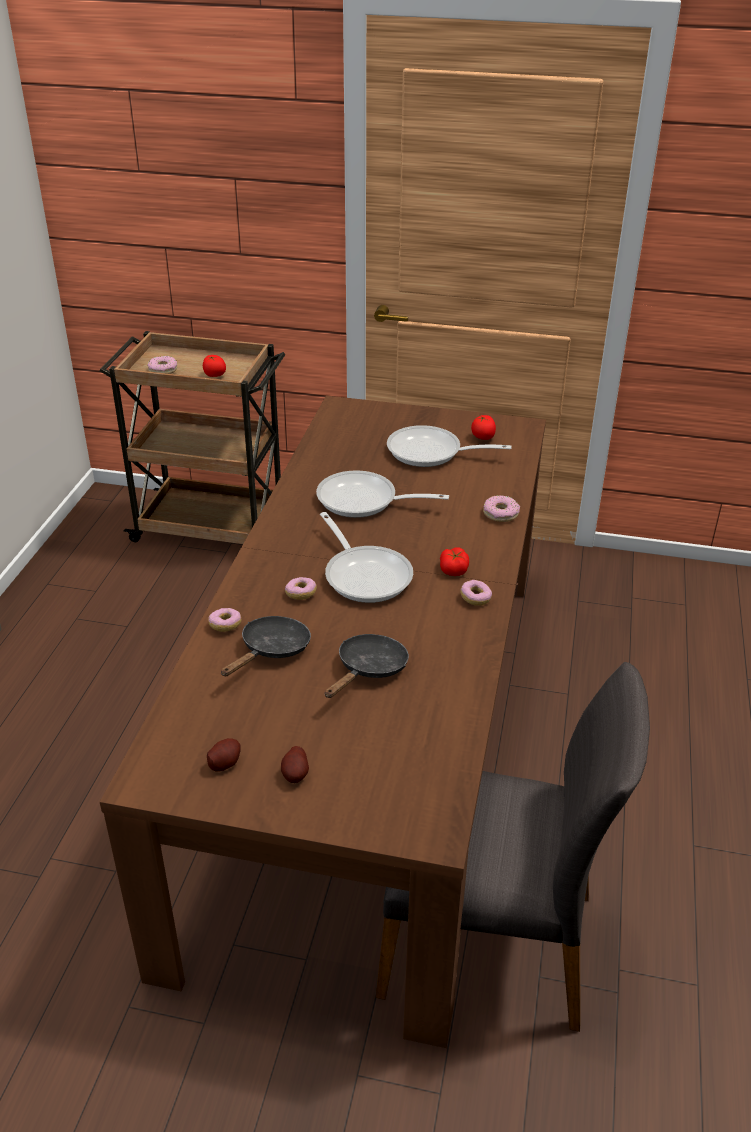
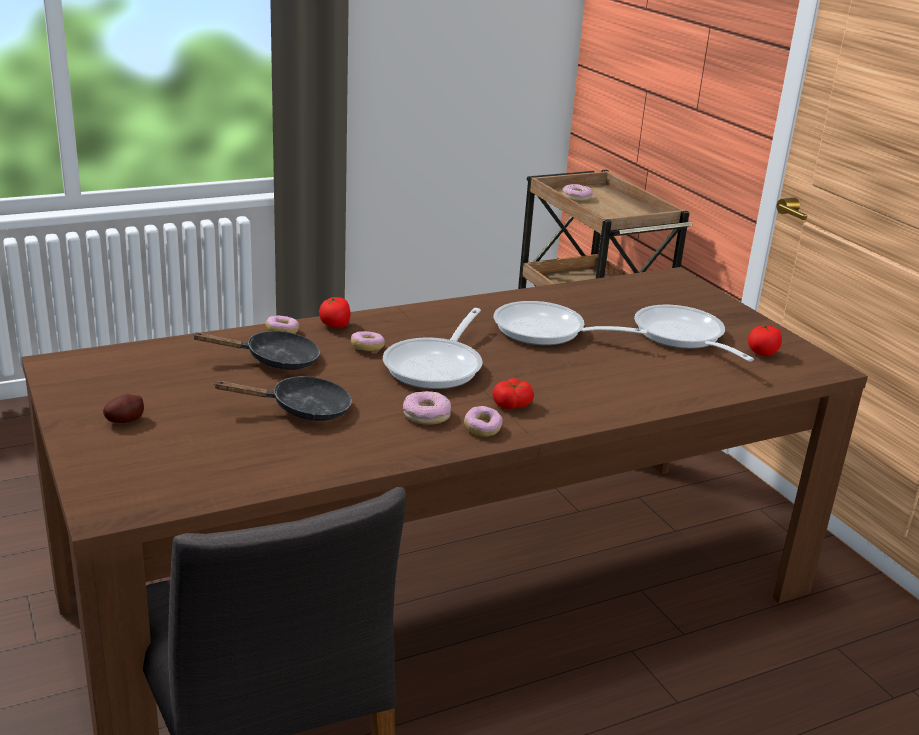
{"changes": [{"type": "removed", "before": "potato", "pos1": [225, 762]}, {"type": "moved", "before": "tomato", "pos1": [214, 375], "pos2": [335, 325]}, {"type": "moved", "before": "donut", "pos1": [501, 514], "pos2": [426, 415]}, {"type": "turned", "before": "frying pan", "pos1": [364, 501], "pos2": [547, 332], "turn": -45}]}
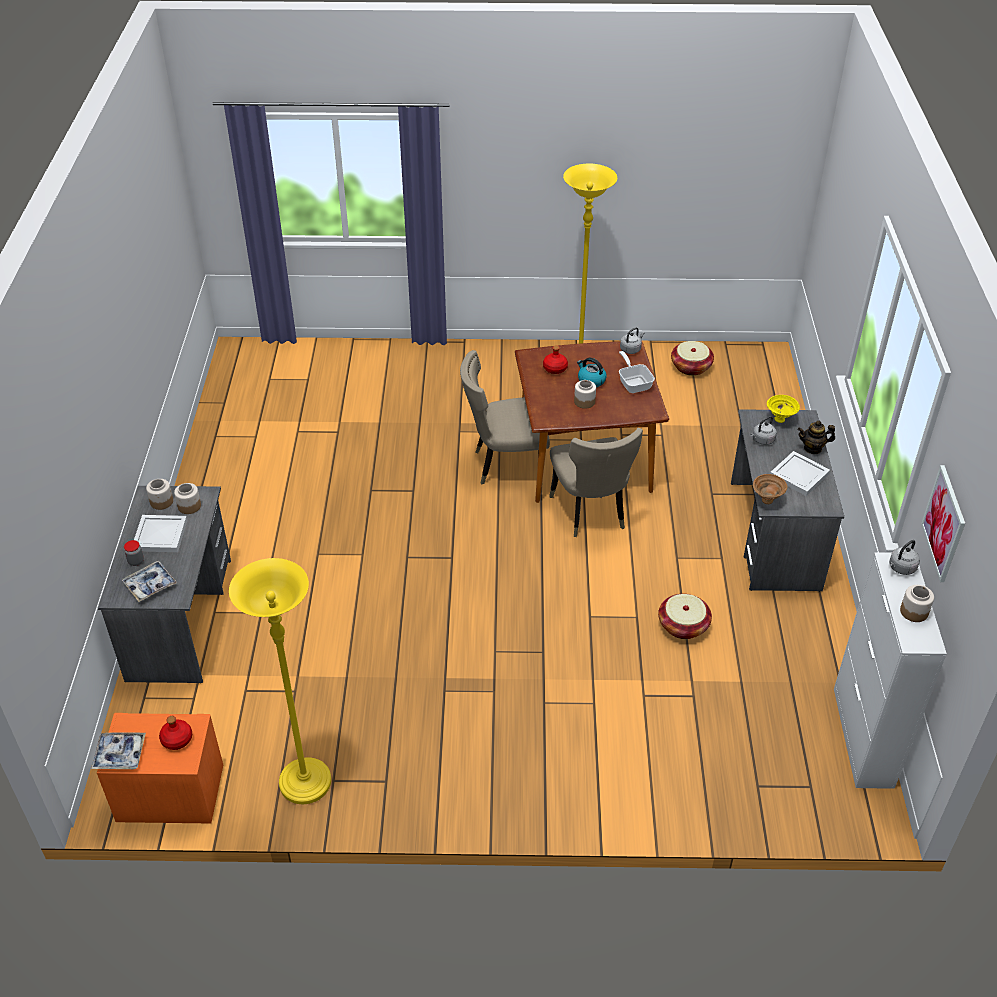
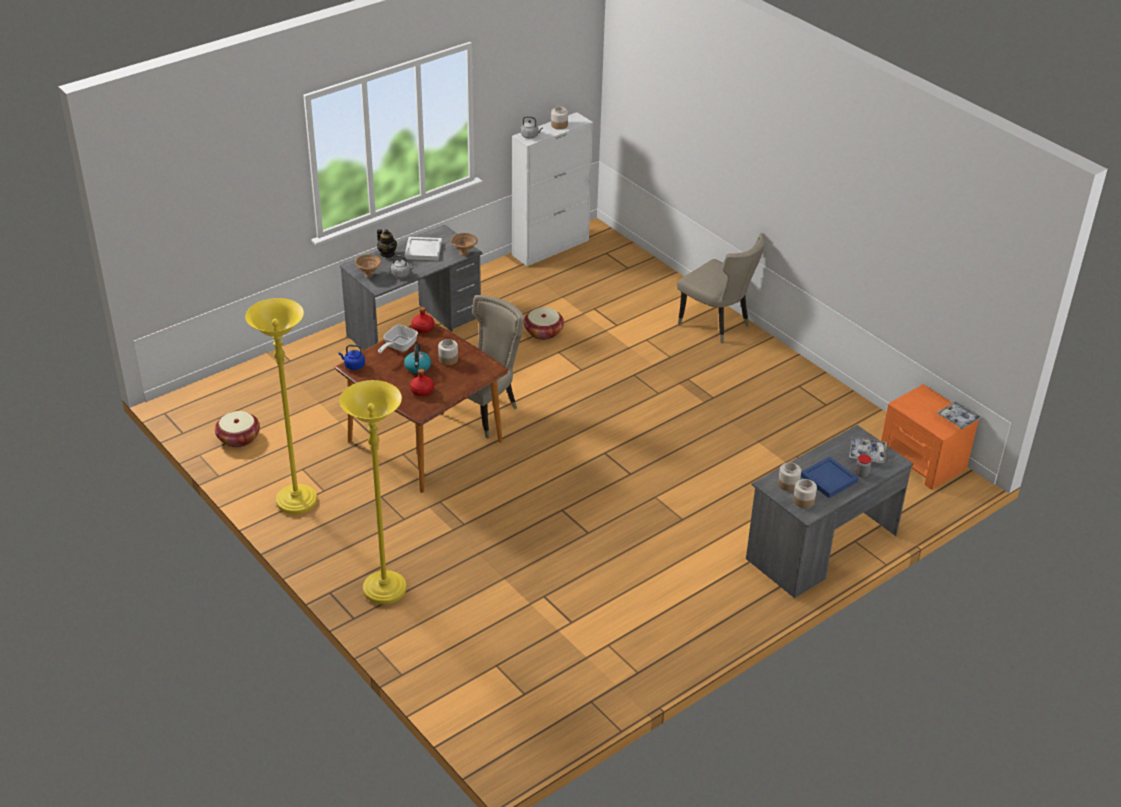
{"changes": [{"type": "removed", "before": "picture", "pos1": [944, 523]}, {"type": "moved", "before": "bottle/red", "pos1": [177, 740], "pos2": [423, 328]}, {"type": "moved", "before": "floor lamp/yellow", "pos1": [305, 783], "pos2": [385, 590]}, {"type": "moved", "before": "chair/beige", "pos1": [505, 465], "pos2": [717, 325]}, {"type": "recoloured", "before": "tray/white", "after": "tray/blue", "pos1": [159, 536], "pos2": [829, 479]}, {"type": "recoloured", "before": "kettle/grey", "after": "kettle/blue", "pos1": [631, 349], "pos2": [353, 365]}, {"type": "recoloured", "before": "bowl/yellow", "after": "bowl/brown", "pos1": [780, 420], "pos2": [368, 275]}]}
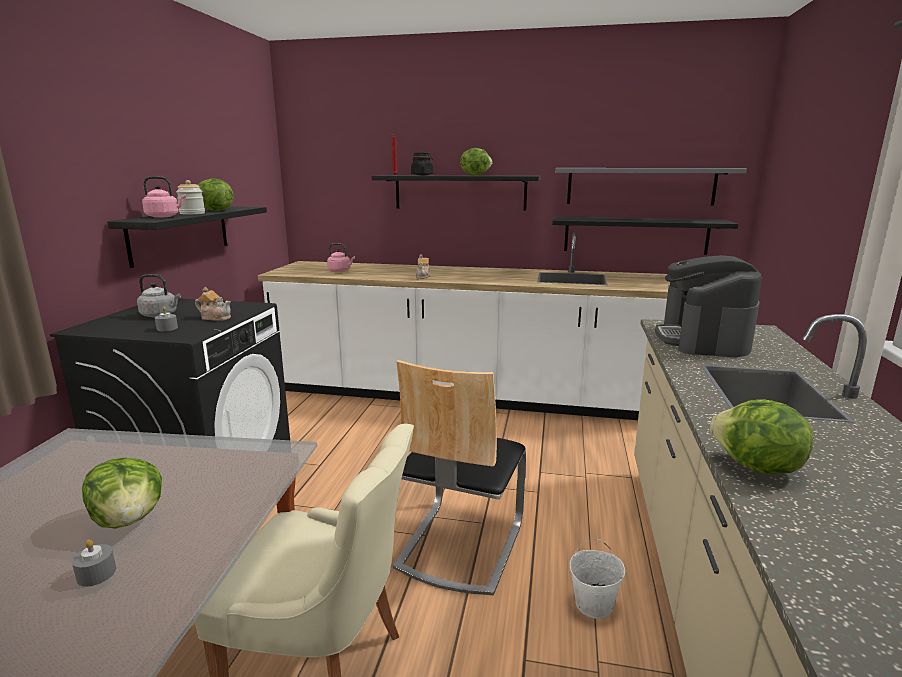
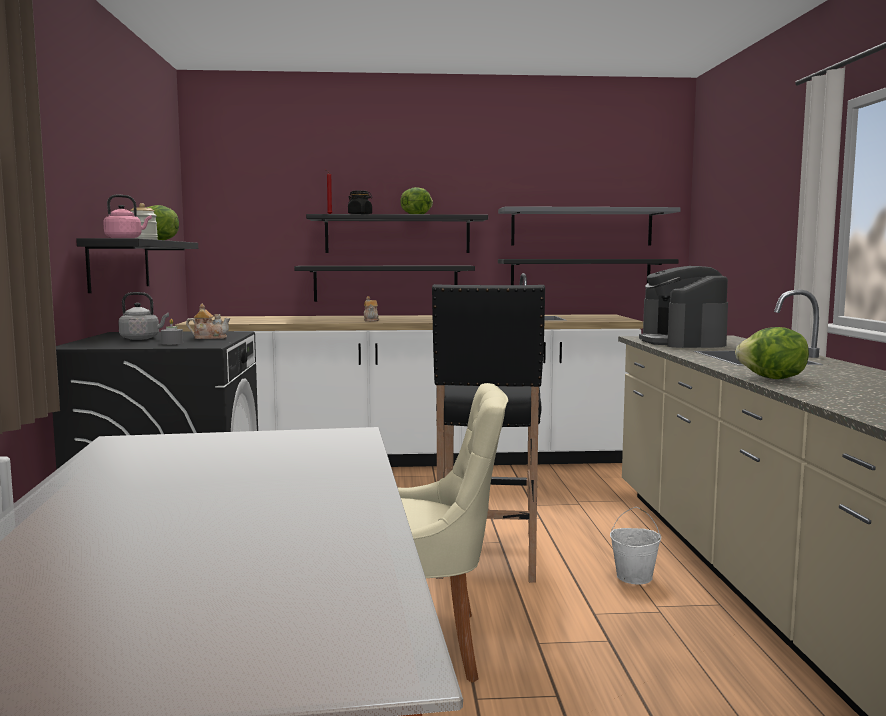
{"changes": [{"type": "removed", "before": "candle/grey", "pos1": [96, 574]}, {"type": "removed", "before": "lettuce", "pos1": [129, 519]}, {"type": "removed", "before": "kettle/pink", "pos1": [340, 270]}, {"type": "added", "after": "shelf/black", "pos2": [386, 283]}, {"type": "replaced", "before": "chair", "after": "stool/black", "pos1": [460, 544], "pos2": [487, 557]}]}
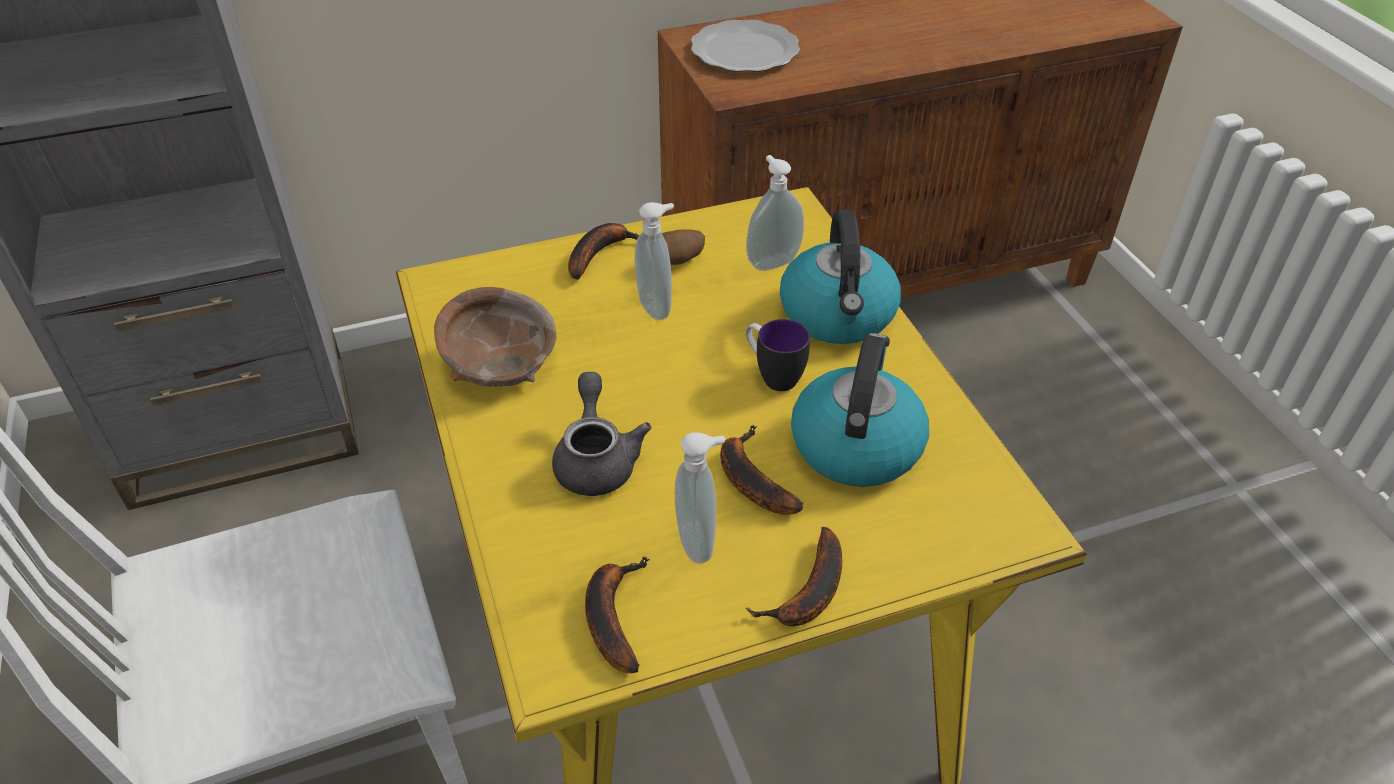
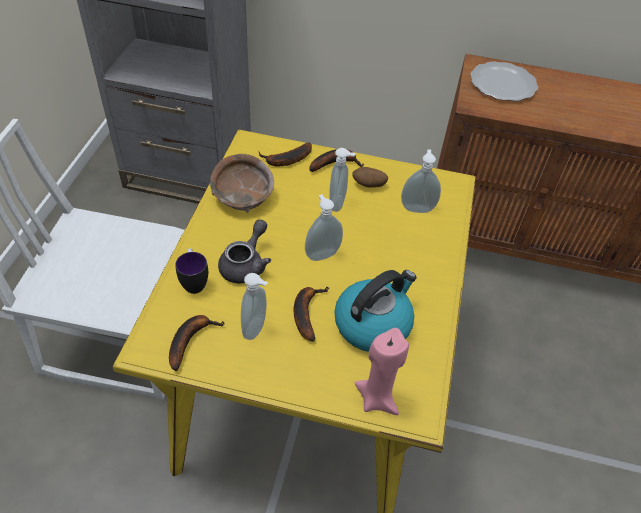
{"changes": [{"type": "removed", "before": "kettle", "pos1": [838, 315]}, {"type": "added", "after": "soap dispenser", "pos2": [321, 253]}, {"type": "added", "after": "candle/pink", "pos2": [377, 398]}, {"type": "moved", "before": "mug", "pos1": [772, 376], "pos2": [194, 281]}, {"type": "moved", "before": "banana", "pos1": [808, 594], "pos2": [286, 160]}]}
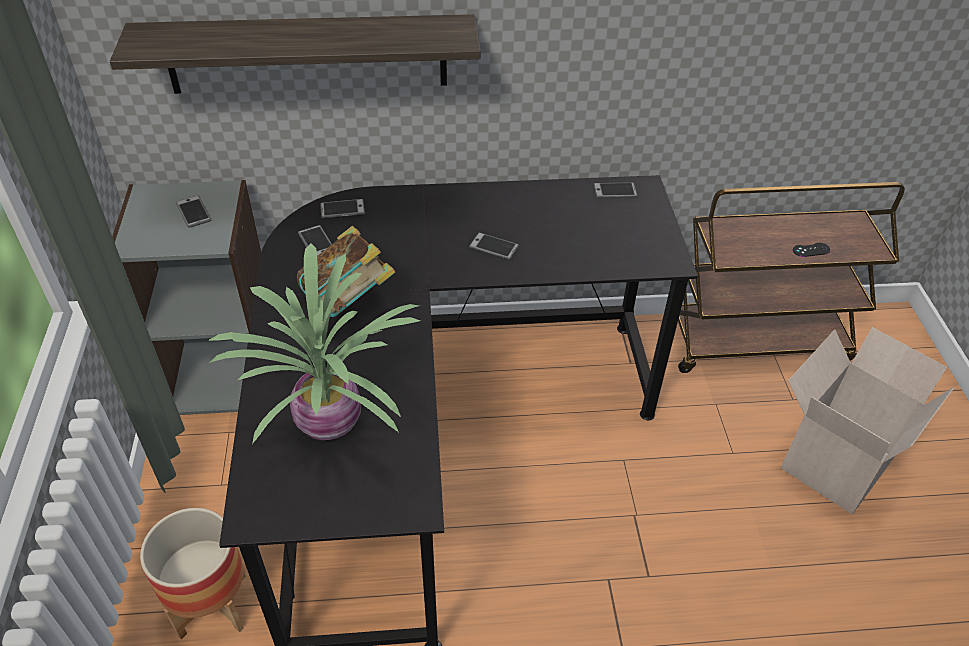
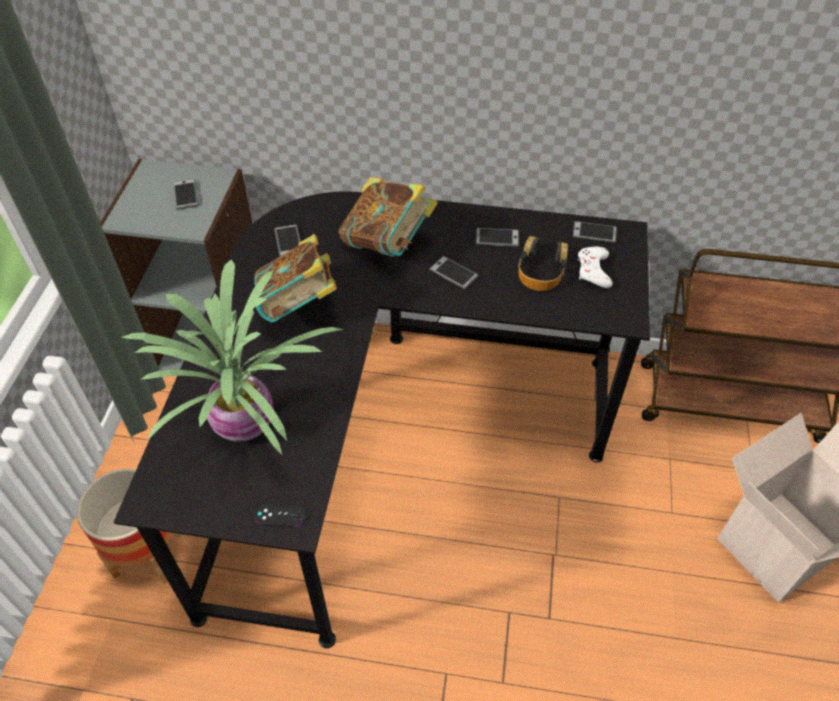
{"changes": [{"type": "removed", "before": "shelf", "pos1": [307, 54]}, {"type": "added", "after": "book", "pos2": [388, 243]}, {"type": "added", "after": "headphones", "pos2": [541, 270]}, {"type": "added", "after": "game controller/white", "pos2": [593, 270]}, {"type": "moved", "before": "phone", "pos1": [342, 209], "pos2": [497, 238]}, {"type": "moved", "before": "game controller/black", "pos1": [811, 250], "pos2": [280, 515]}]}
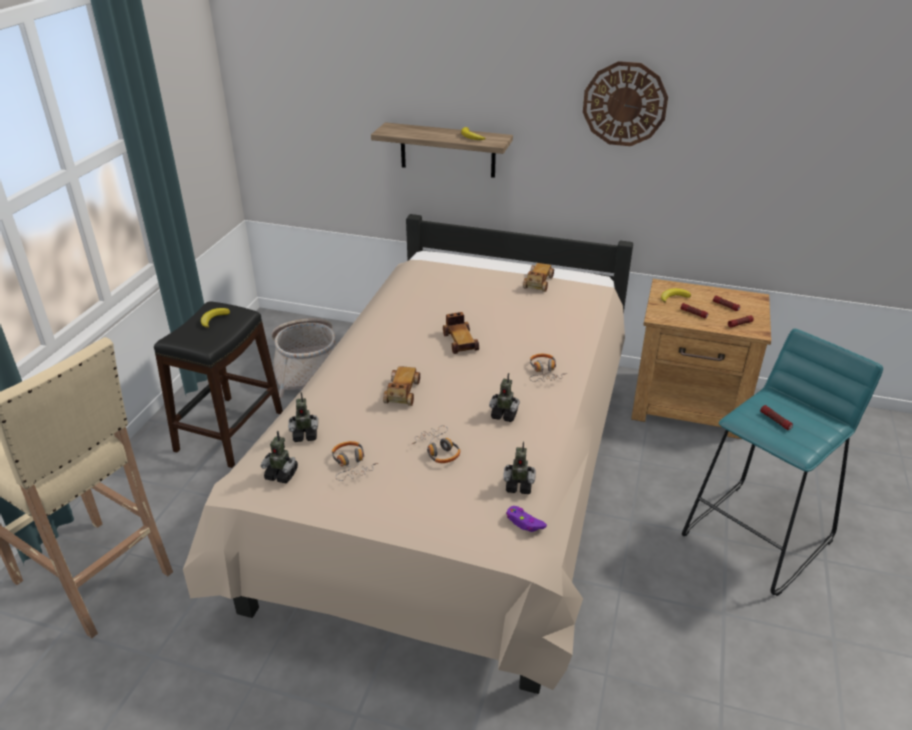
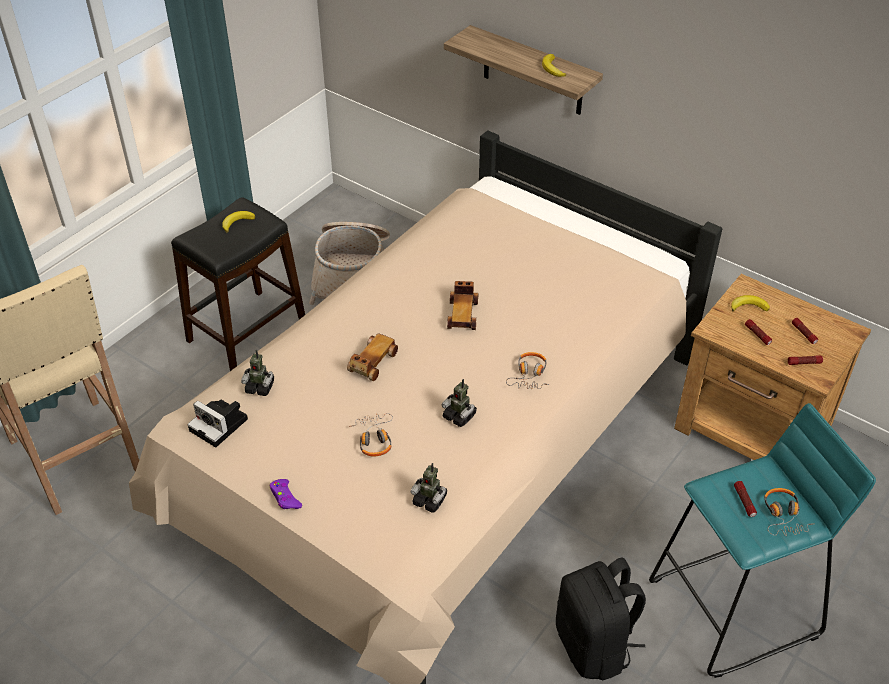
{"changes": [{"type": "removed", "before": "toy car", "pos1": [538, 283]}, {"type": "removed", "before": "wall clock", "pos1": [624, 104]}, {"type": "added", "after": "backpack/black", "pos2": [594, 646]}, {"type": "moved", "before": "headphones", "pos1": [352, 465], "pos2": [783, 516]}, {"type": "moved", "before": "game controller/purple", "pos1": [524, 523], "pos2": [285, 498]}, {"type": "replaced", "before": "toy robot", "after": "photo camera", "pos1": [281, 474], "pos2": [221, 425]}]}
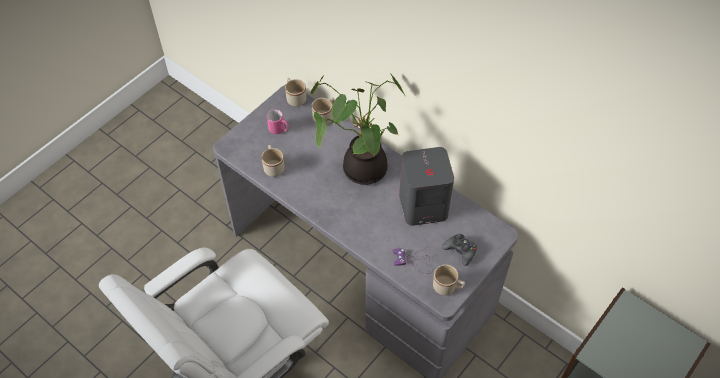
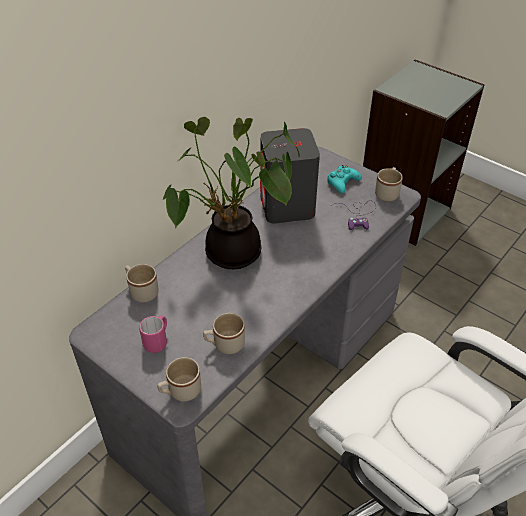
{"changes": [{"type": "moved", "before": "mug/beige", "pos1": [295, 98], "pos2": [180, 391]}, {"type": "recoloured", "before": "game controller/black", "after": "game controller/turquoise", "pos1": [460, 251], "pos2": [342, 182]}]}
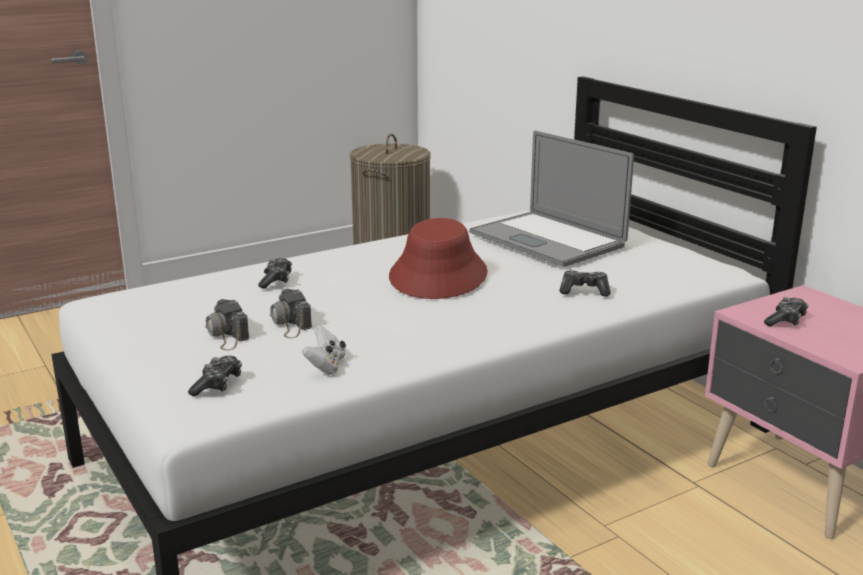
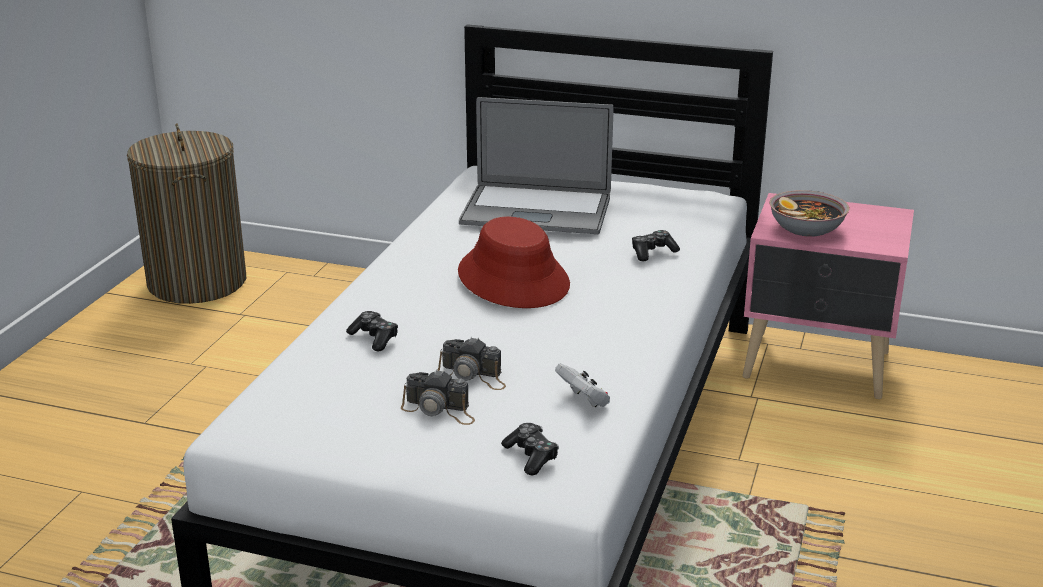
{"changes": [{"type": "replaced", "before": "game controller", "after": "bowl", "pos1": [786, 320], "pos2": [806, 229]}]}
